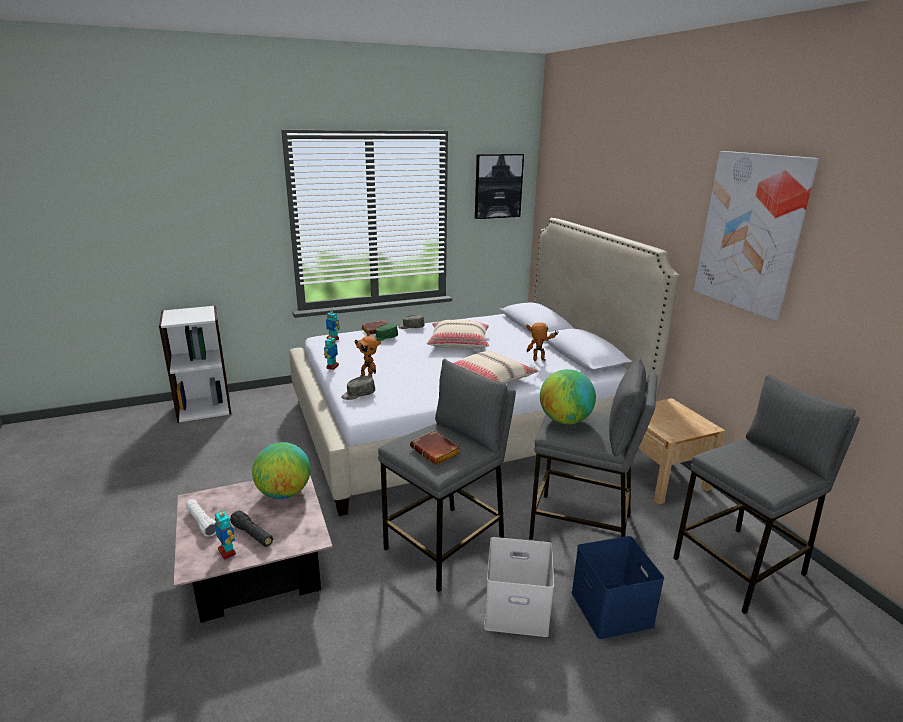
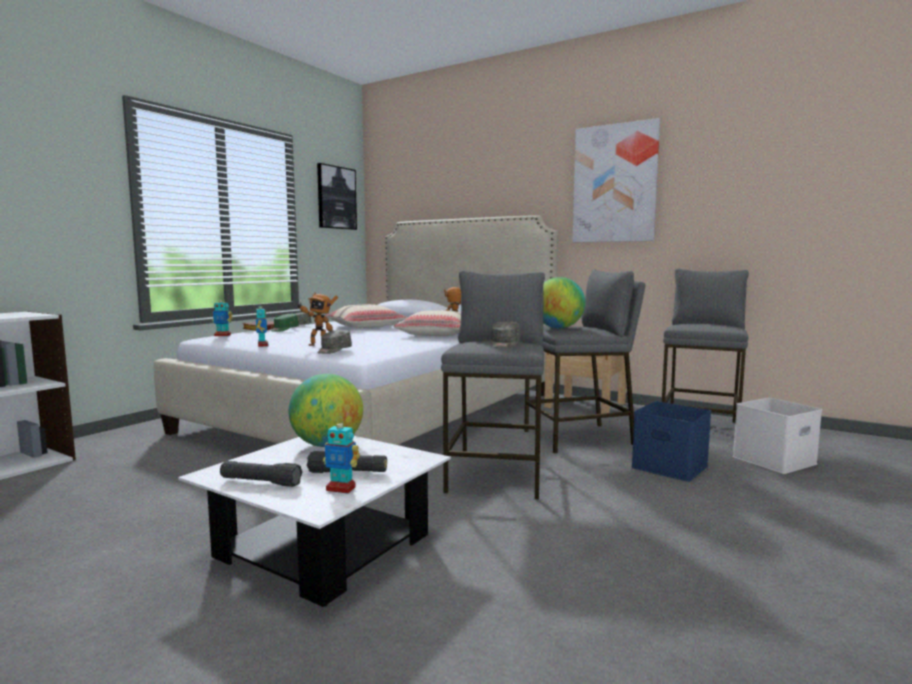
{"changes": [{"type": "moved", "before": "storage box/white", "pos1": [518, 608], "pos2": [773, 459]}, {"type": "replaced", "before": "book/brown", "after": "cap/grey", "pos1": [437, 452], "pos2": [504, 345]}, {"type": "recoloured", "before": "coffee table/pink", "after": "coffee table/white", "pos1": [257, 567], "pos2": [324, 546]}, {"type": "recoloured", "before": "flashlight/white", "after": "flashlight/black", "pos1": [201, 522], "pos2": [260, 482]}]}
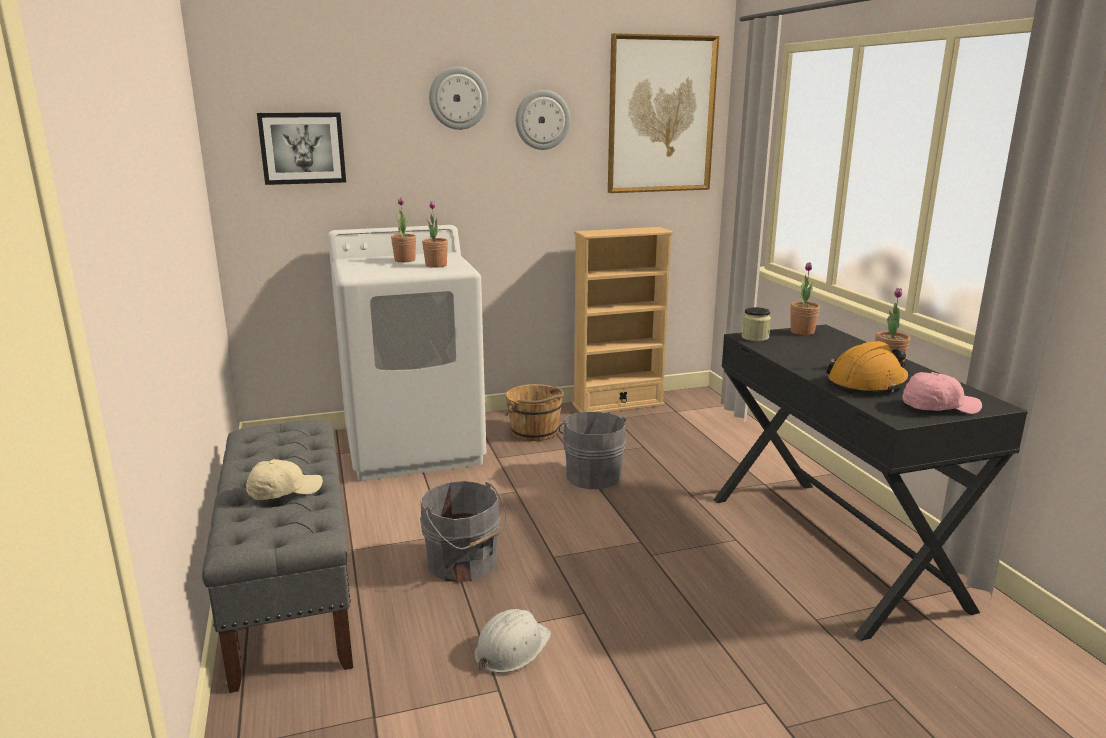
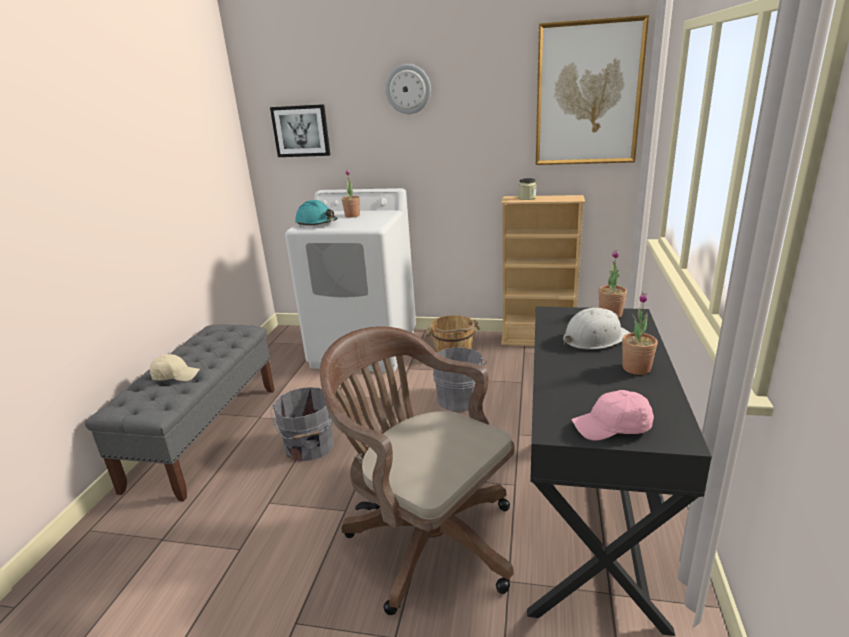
{"changes": [{"type": "removed", "before": "potted plant", "pos1": [436, 265]}, {"type": "removed", "before": "wall clock", "pos1": [542, 120]}, {"type": "removed", "before": "hard hat/orange", "pos1": [868, 383]}, {"type": "added", "after": "hard hat/turquoise", "pos2": [317, 223]}, {"type": "added", "after": "office chair/brown", "pos2": [425, 537]}, {"type": "moved", "before": "hard hat/white", "pos1": [511, 648], "pos2": [595, 338]}, {"type": "moved", "before": "jar", "pos1": [755, 337], "pos2": [527, 198]}, {"type": "turned", "before": "cap/pink", "pos1": [938, 407], "pos2": [613, 427], "turn": 150}]}
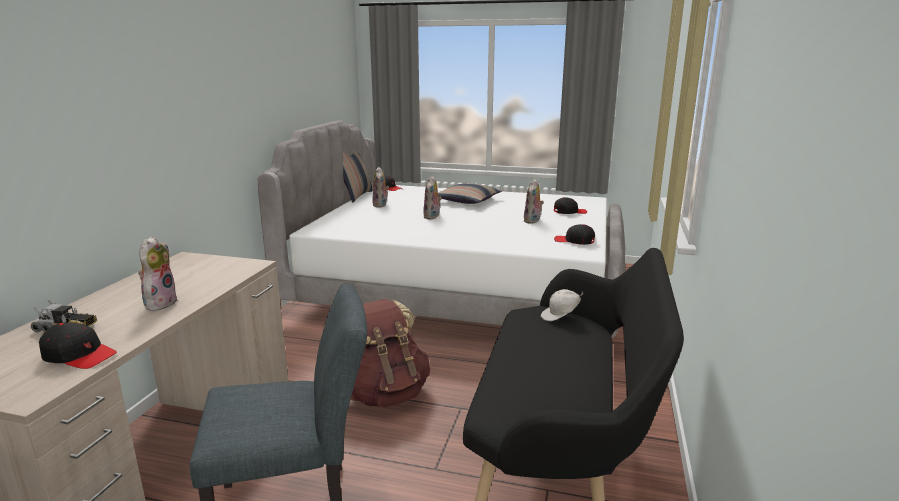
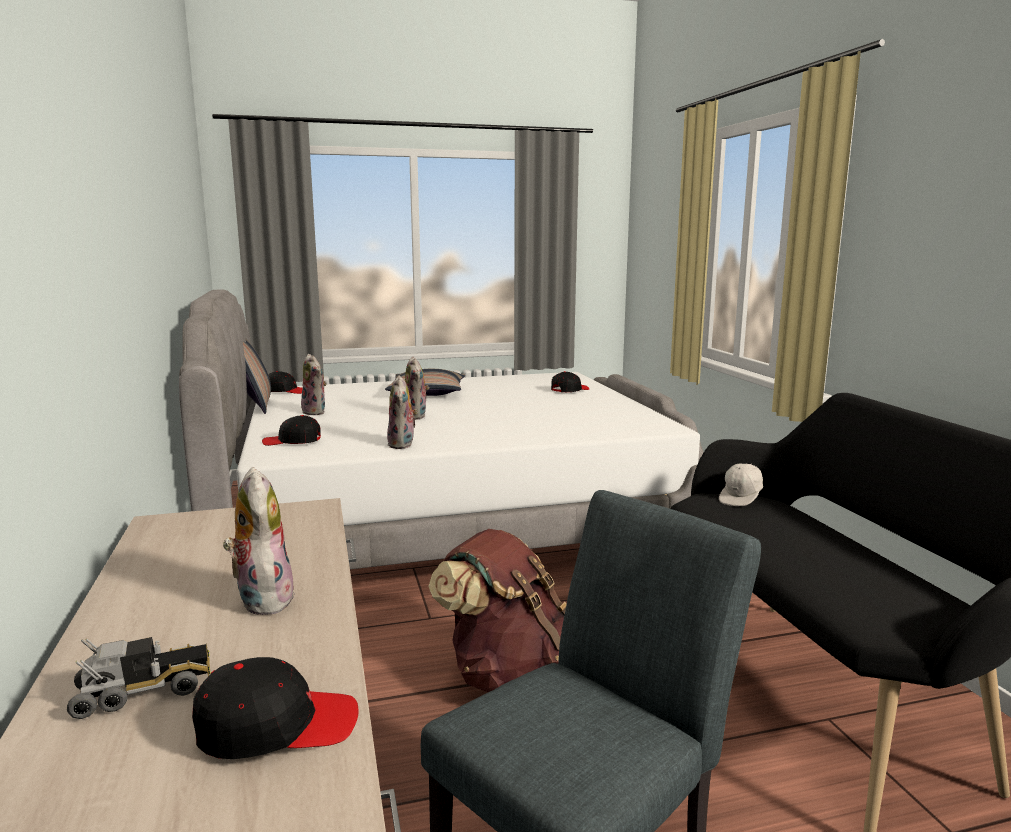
{"changes": [{"type": "moved", "before": "plush toy", "pos1": [533, 221], "pos2": [403, 444]}, {"type": "moved", "before": "cap/black", "pos1": [574, 241], "pos2": [292, 441]}]}
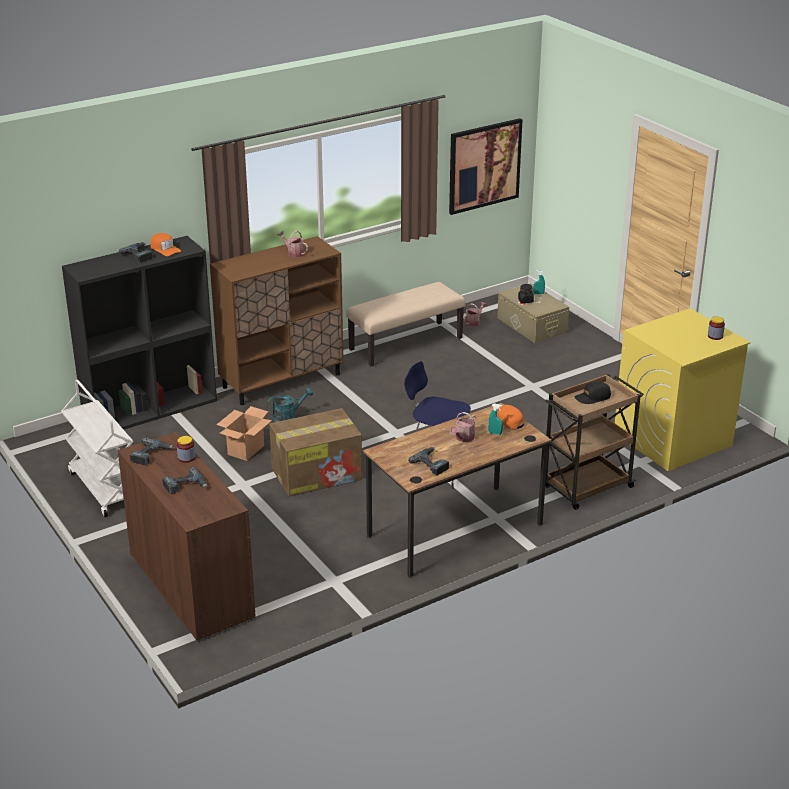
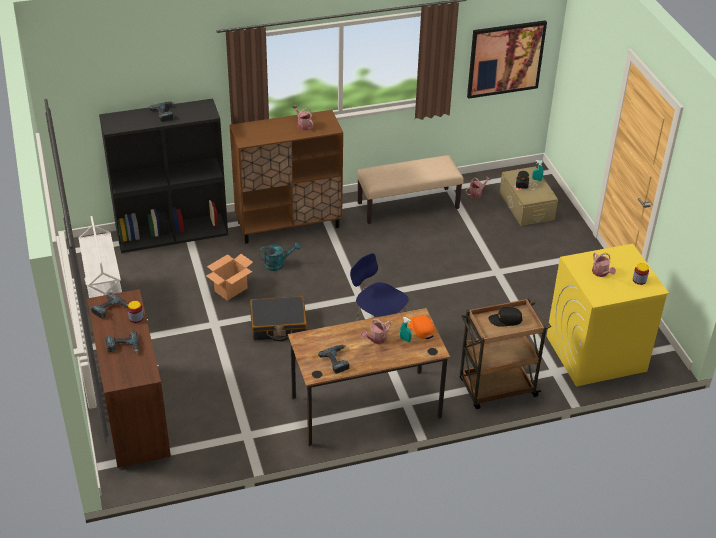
{"changes": [{"type": "removed", "before": "cap/orange", "pos1": [165, 249]}, {"type": "added", "after": "watering can", "pos2": [601, 273]}, {"type": "replaced", "before": "cardboard box", "after": "suitcase/black", "pos1": [317, 473], "pos2": [278, 325]}]}
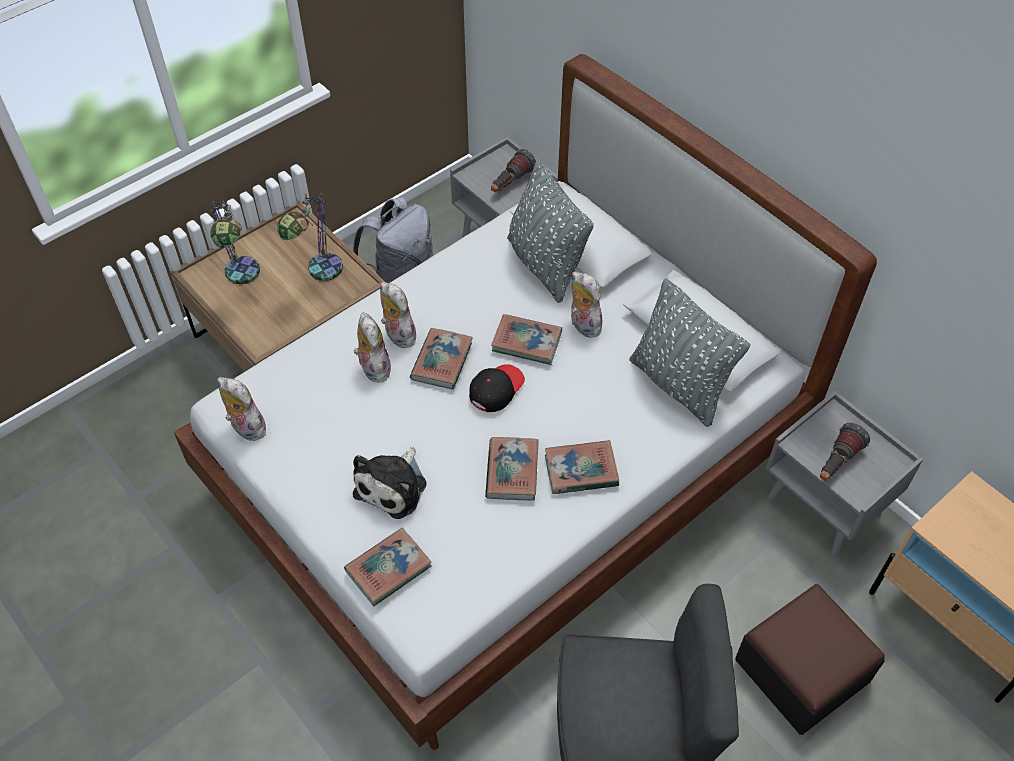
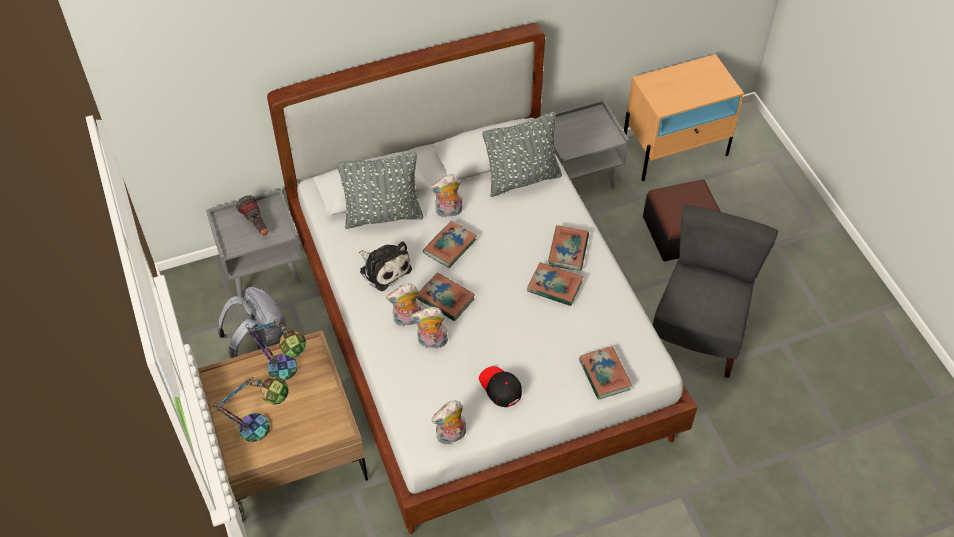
{"changes": [{"type": "removed", "before": "flashlight", "pos1": [836, 463]}, {"type": "moved", "before": "plush toy", "pos1": [393, 486], "pos2": [384, 268]}, {"type": "moved", "before": "cap/black", "pos1": [496, 390], "pos2": [500, 388]}]}
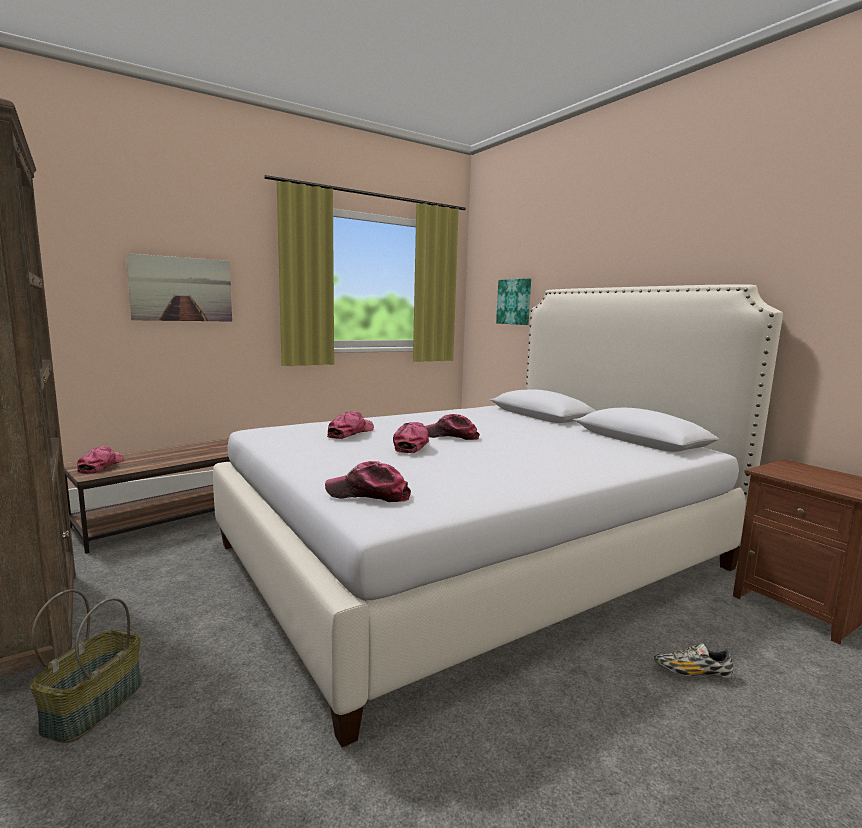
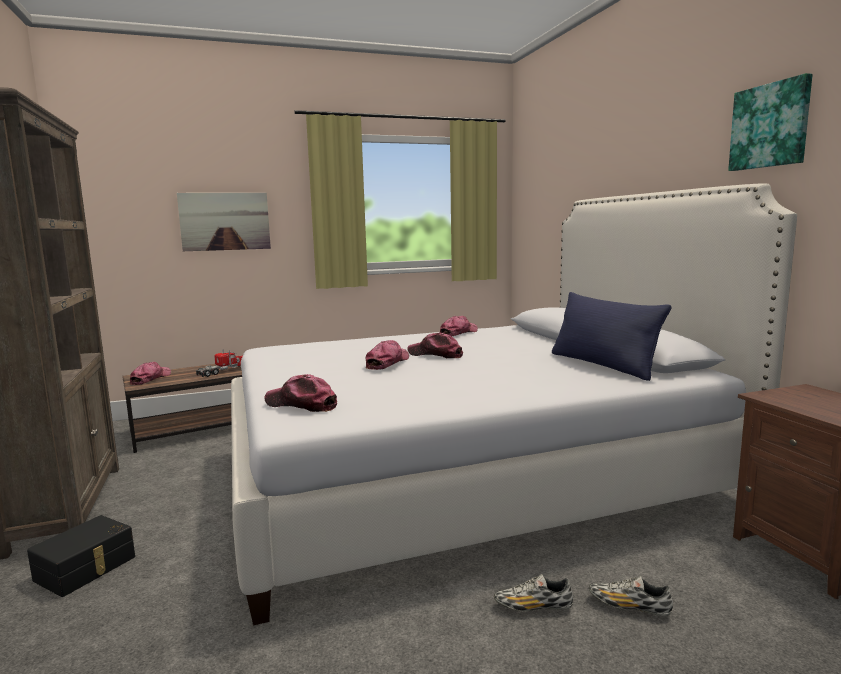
{"changes": [{"type": "added", "after": "toy truck", "pos2": [223, 371]}, {"type": "added", "after": "shoe", "pos2": [533, 607]}, {"type": "added", "after": "pillow/blue", "pos2": [602, 365]}, {"type": "moved", "before": "cap", "pos1": [350, 432], "pos2": [458, 333]}, {"type": "moved", "before": "picture", "pos1": [514, 301], "pos2": [770, 126]}, {"type": "replaced", "before": "basket", "after": "storage box/black", "pos1": [93, 705], "pos2": [87, 569]}]}
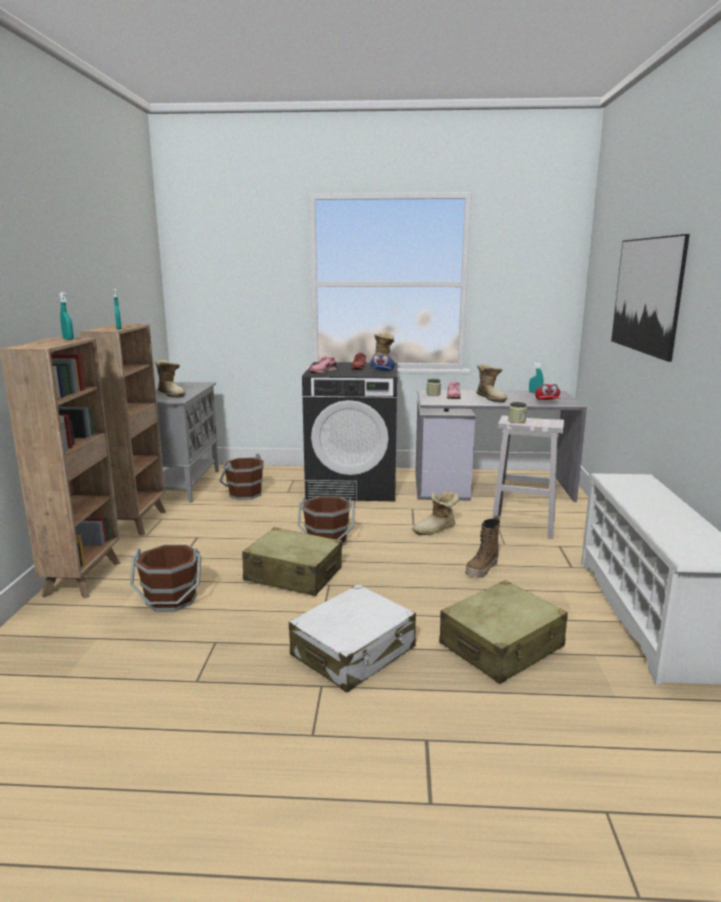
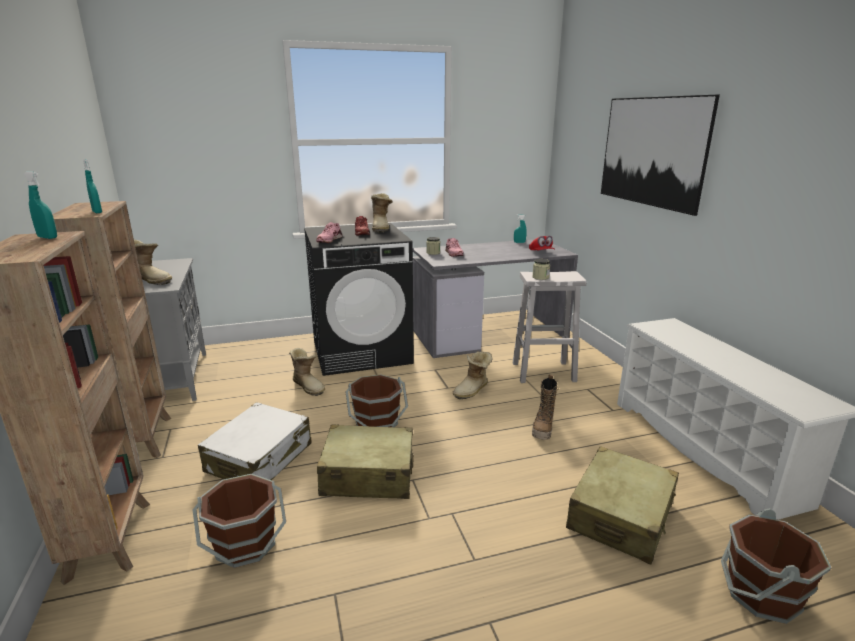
{"changes": [{"type": "removed", "before": "cap/blue", "pos1": [382, 373]}, {"type": "moved", "before": "bucket/brown", "pos1": [245, 494], "pos2": [760, 593]}, {"type": "moved", "before": "suitcase/white", "pos1": [353, 652], "pos2": [260, 458]}, {"type": "moved", "before": "boot", "pos1": [491, 398], "pos2": [309, 386]}]}
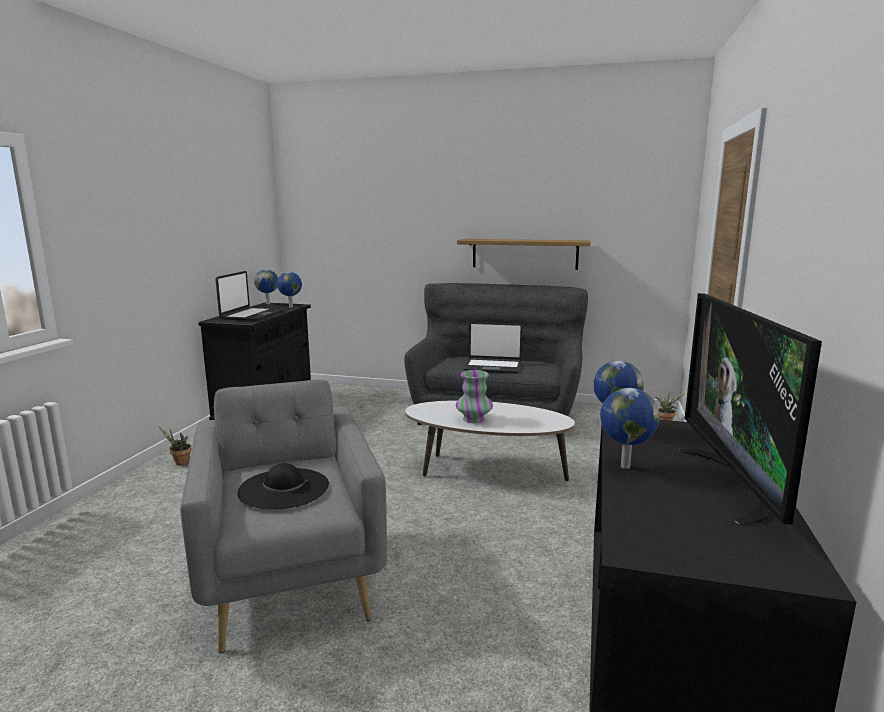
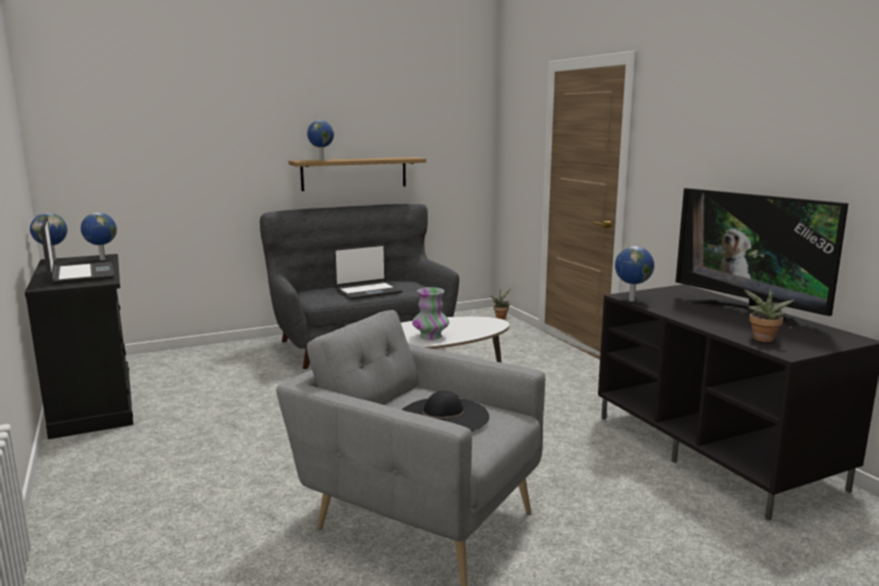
{"changes": [{"type": "moved", "before": "potted plant", "pos1": [180, 463], "pos2": [762, 340]}, {"type": "moved", "before": "globe", "pos1": [624, 466], "pos2": [321, 160]}]}
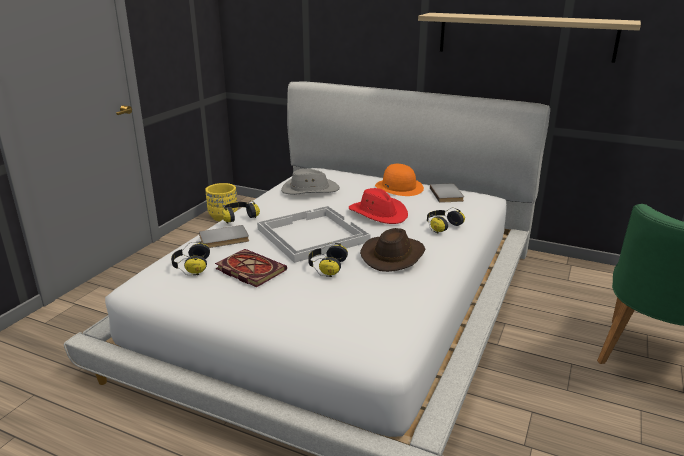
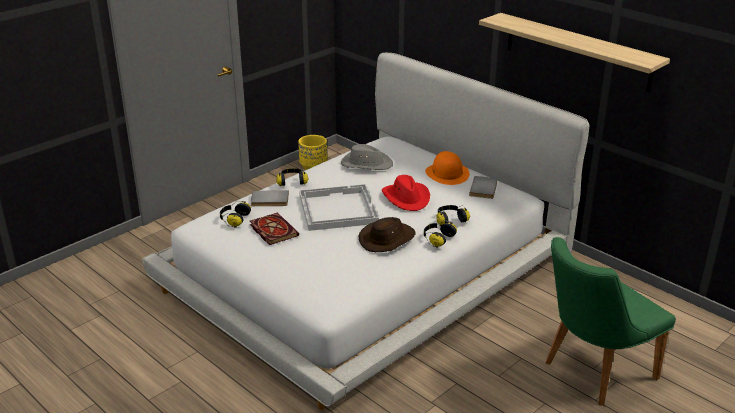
{"changes": [{"type": "moved", "before": "headphones", "pos1": [326, 267], "pos2": [437, 239]}]}
